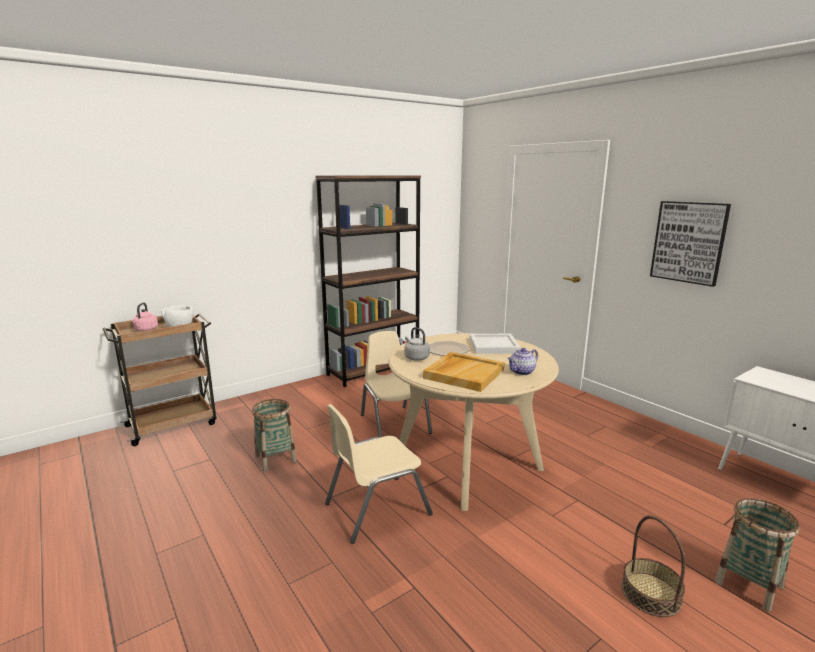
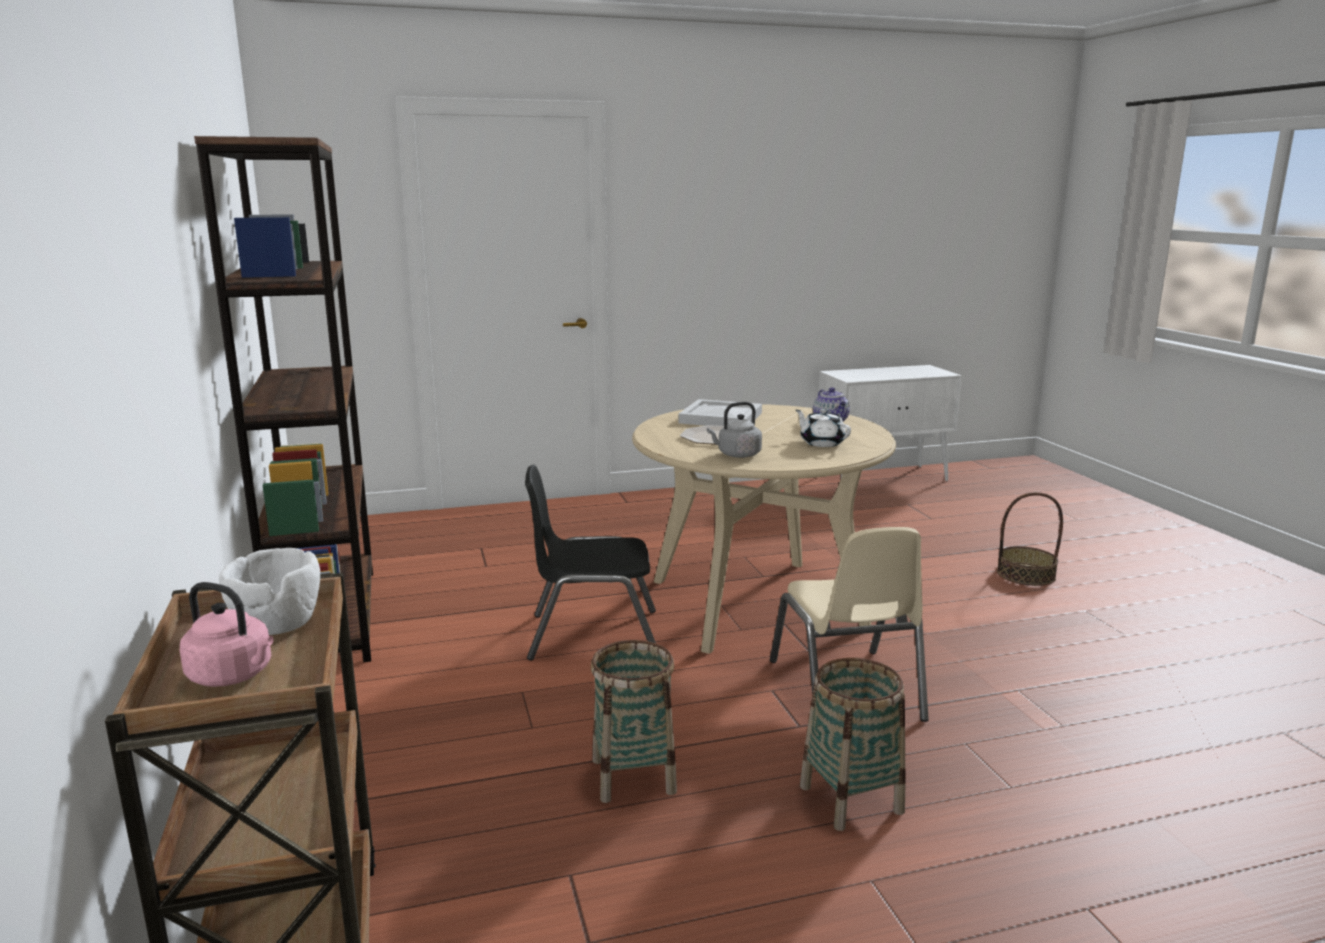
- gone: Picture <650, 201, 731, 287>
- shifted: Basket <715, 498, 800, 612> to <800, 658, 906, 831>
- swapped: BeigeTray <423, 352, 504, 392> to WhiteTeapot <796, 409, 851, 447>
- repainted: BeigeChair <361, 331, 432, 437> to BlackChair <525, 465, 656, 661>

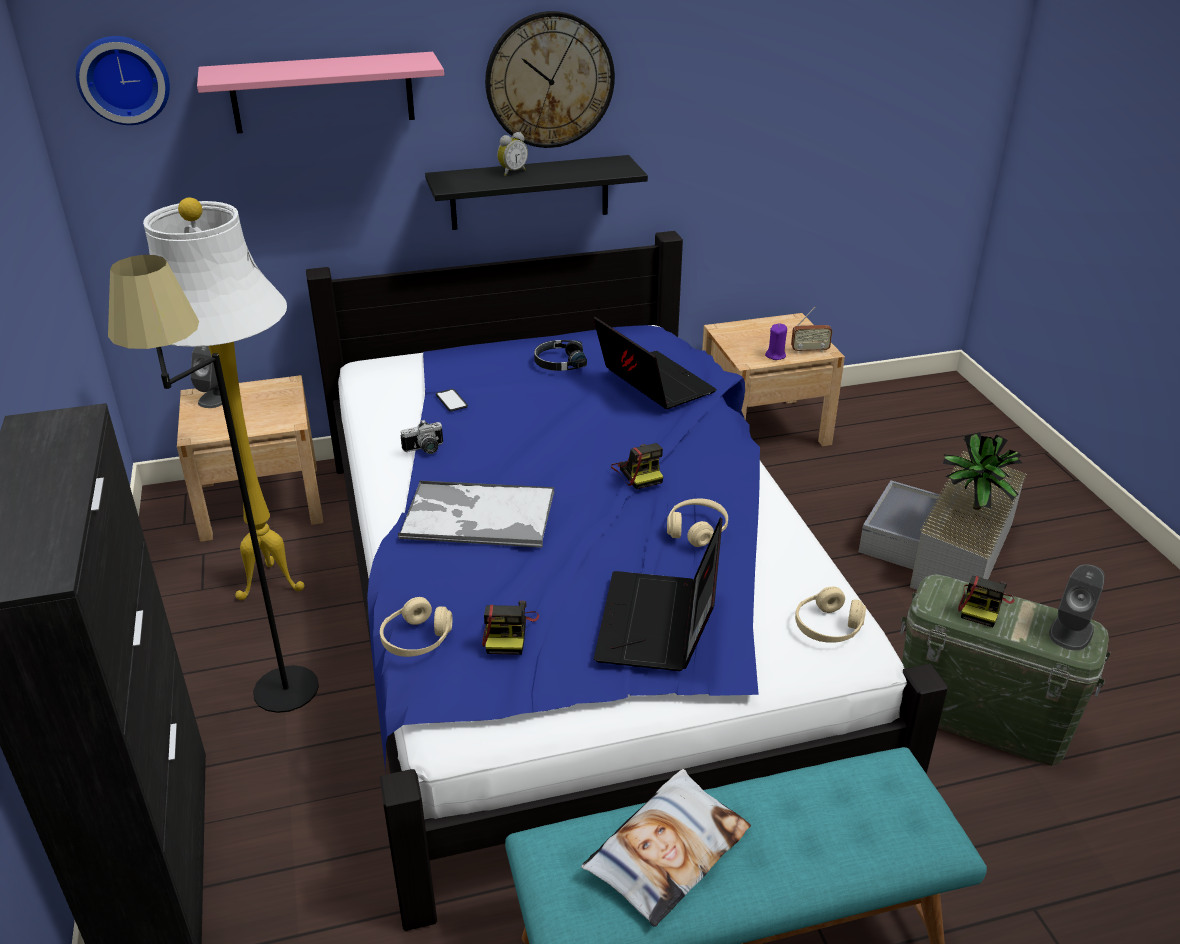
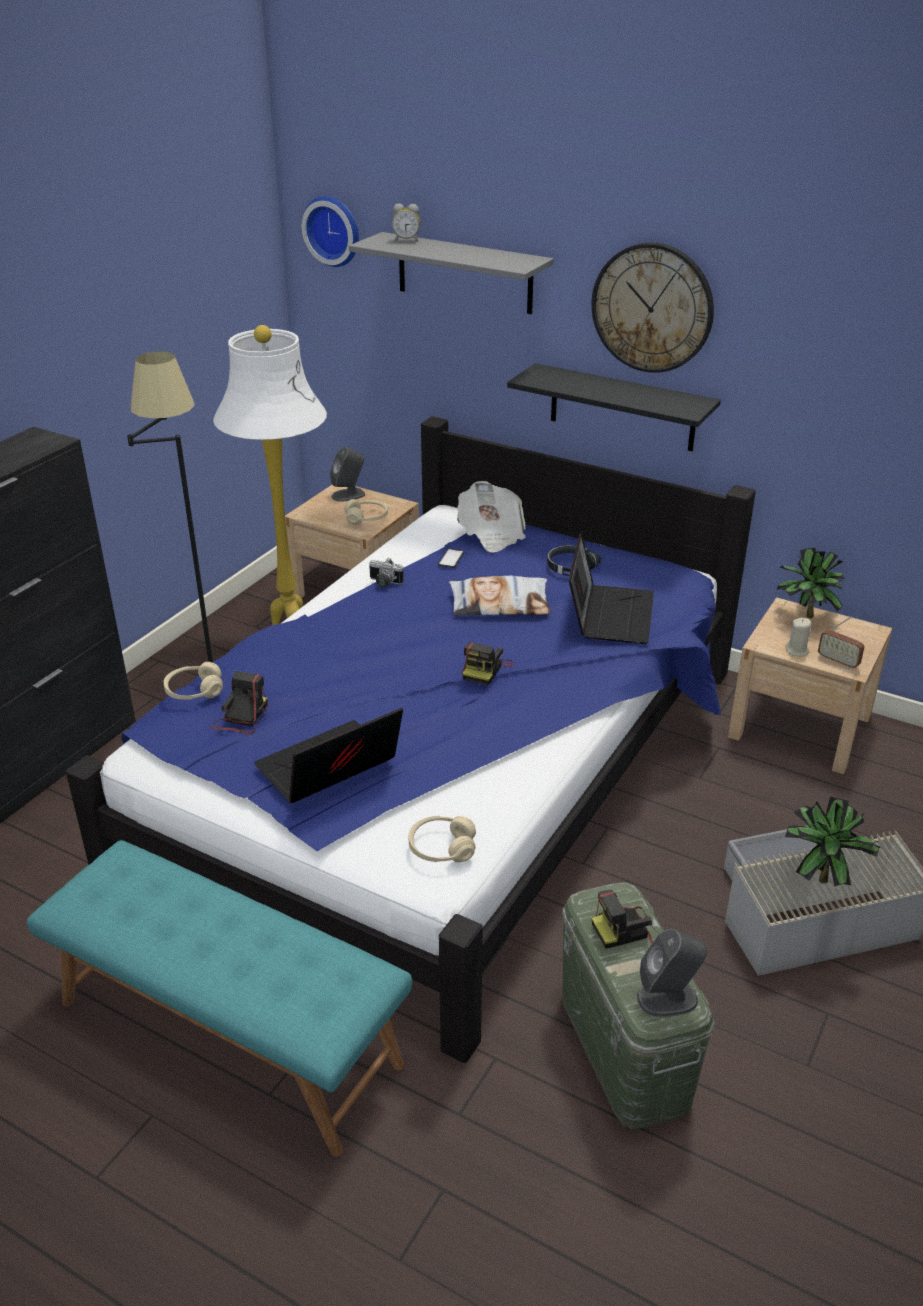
- gone: Tray <398, 481, 554, 548>
- new: Newspaper <457, 481, 526, 553>
- new: PottedPlant <776, 548, 845, 618>
- shifted: AlarmClock <497, 132, 528, 176> to <392, 204, 421, 242>
- shifted: Pillow <581, 769, 751, 927> to <449, 575, 550, 616>
- shifted: BeigeHeadphones <667, 499, 728, 547> to <344, 499, 388, 525>
- repainted: PinkShelf <197, 52, 444, 133> to GreyShelf <349, 232, 554, 314>
- repainted: PurpleCandle <765, 323, 787, 360> to BeigeCandle <785, 618, 811, 656>
- rotated: PhotoCamera <482, 601, 539, 655> = <211, 671, 268, 734> 150 degrees clockwise

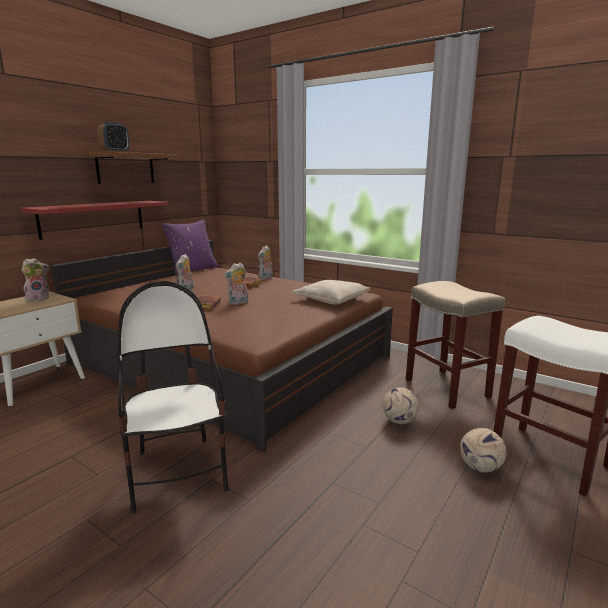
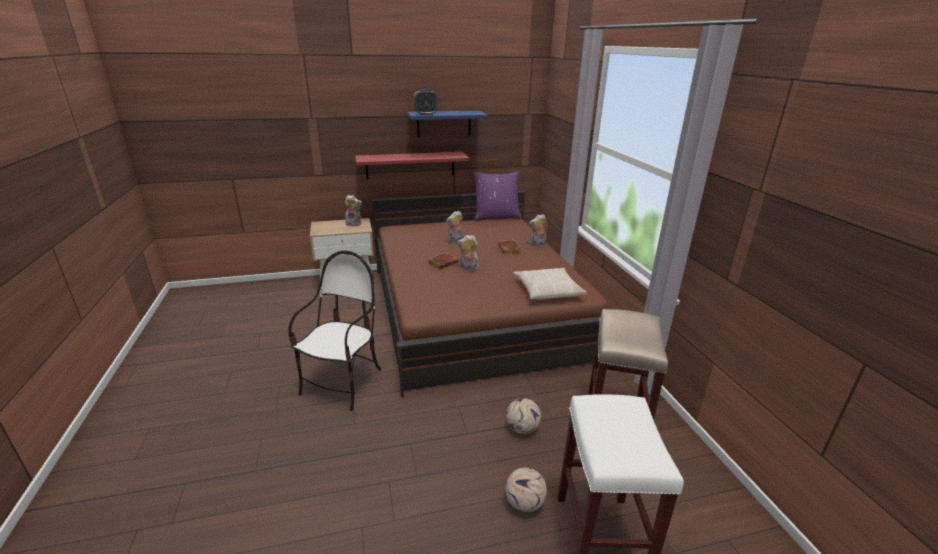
- repainted: BrownShelf <83, 151, 180, 184> to BlueShelf <407, 111, 488, 137>

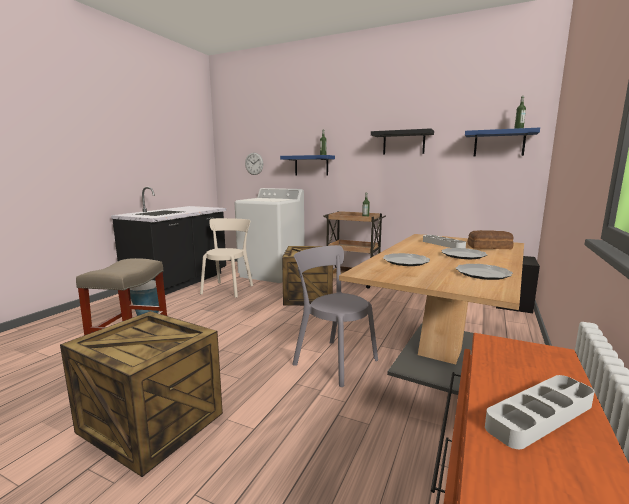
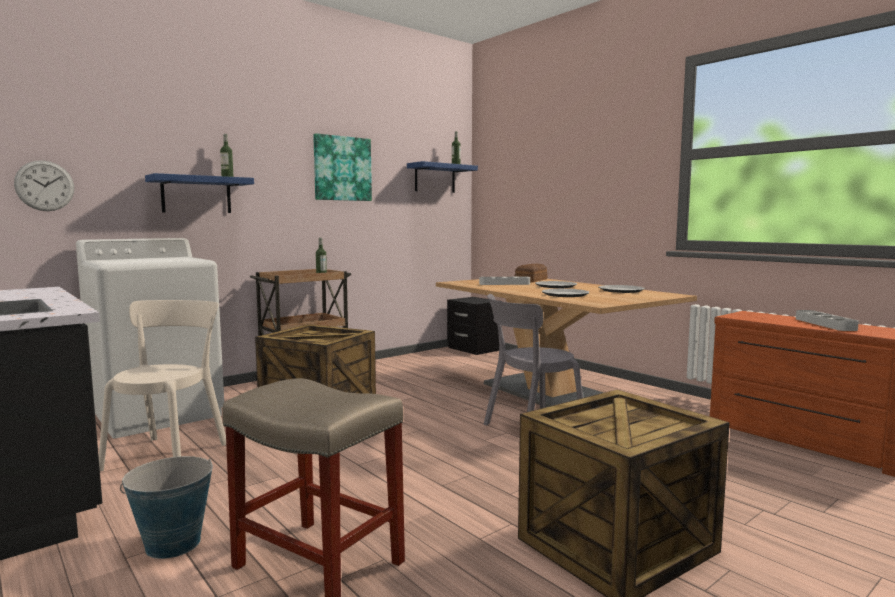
- swapped: BlackShelf <371, 128, 434, 155> to Picture <313, 133, 372, 201>
- rotated: BeigeChair <200, 218, 253, 298> = <99, 300, 226, 471> 60 degrees clockwise

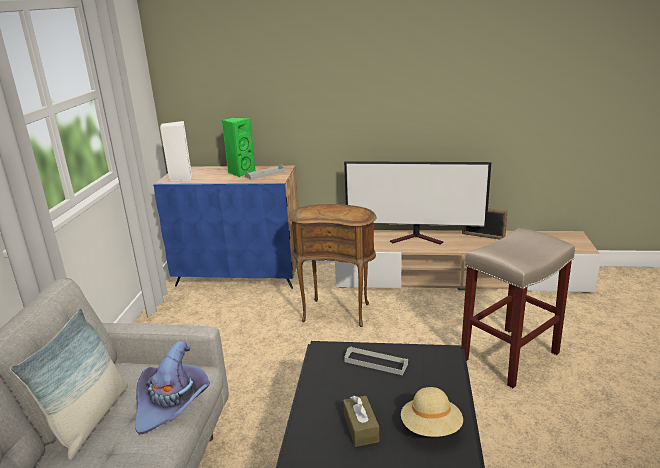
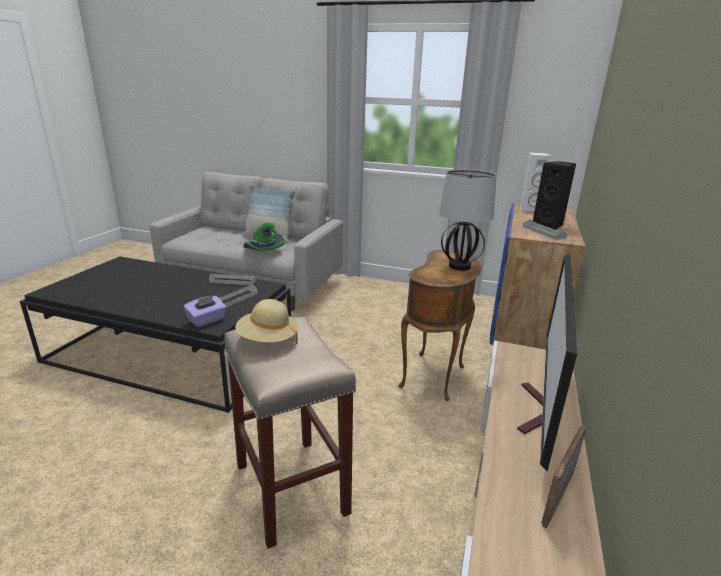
- gone: BrownTissueBox <343, 396, 379, 447>
- new: PurpleTissueBox <184, 295, 226, 327>
- new: GreyTray <209, 273, 256, 285>
- new: TableLamp <439, 170, 496, 271>
- shifted: BeigeHat <401, 387, 463, 437> to <235, 299, 298, 345>
- repainted: PurpleHat <135, 341, 210, 435> to GreenHat <243, 222, 284, 251>
- repainted: GreenSpeaker <222, 117, 255, 177> to BlackSpeaker <533, 161, 576, 230>

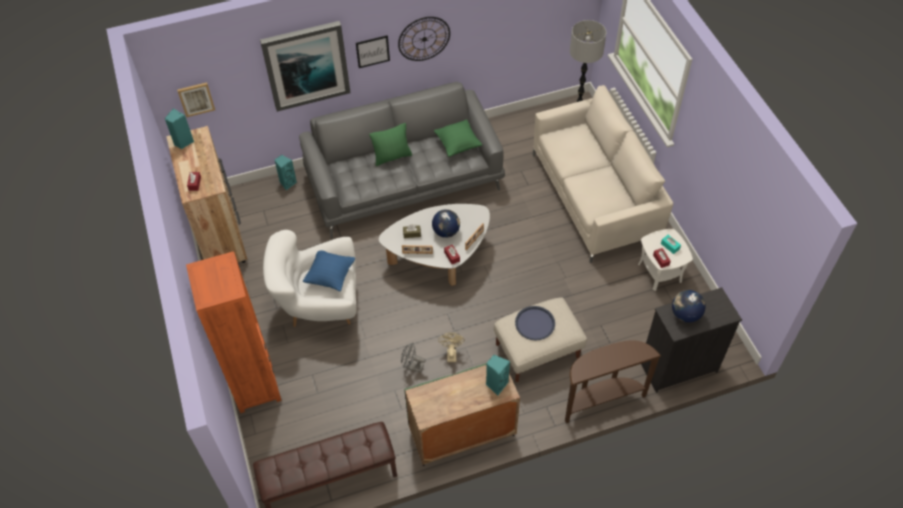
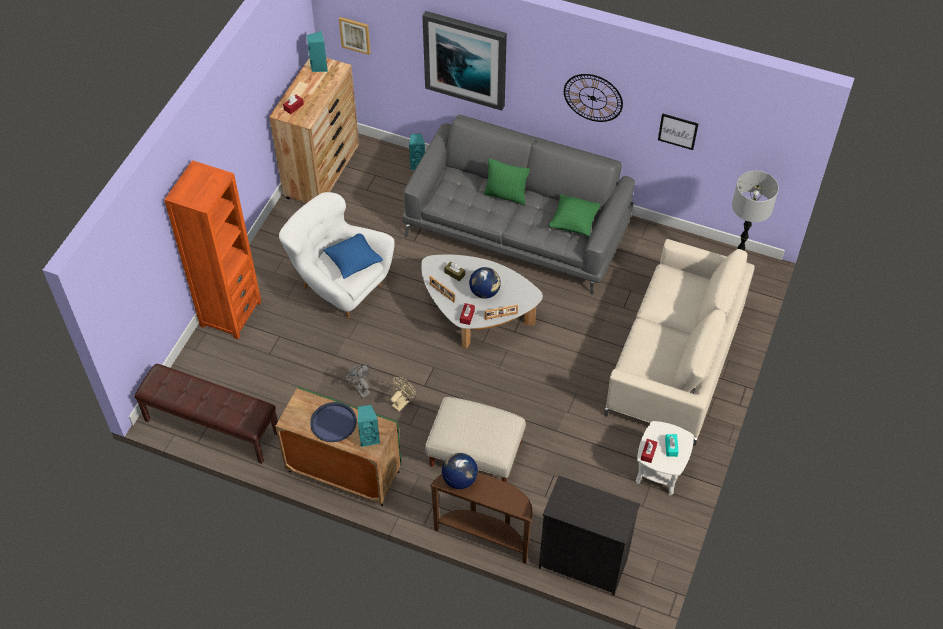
- shifted: Picture <356, 35, 390, 68> to <658, 113, 698, 150>
- shifted: BlueTray <515, 306, 555, 341> to <310, 402, 357, 442>
- shifted: Globe <672, 290, 706, 323> to <442, 453, 478, 489>

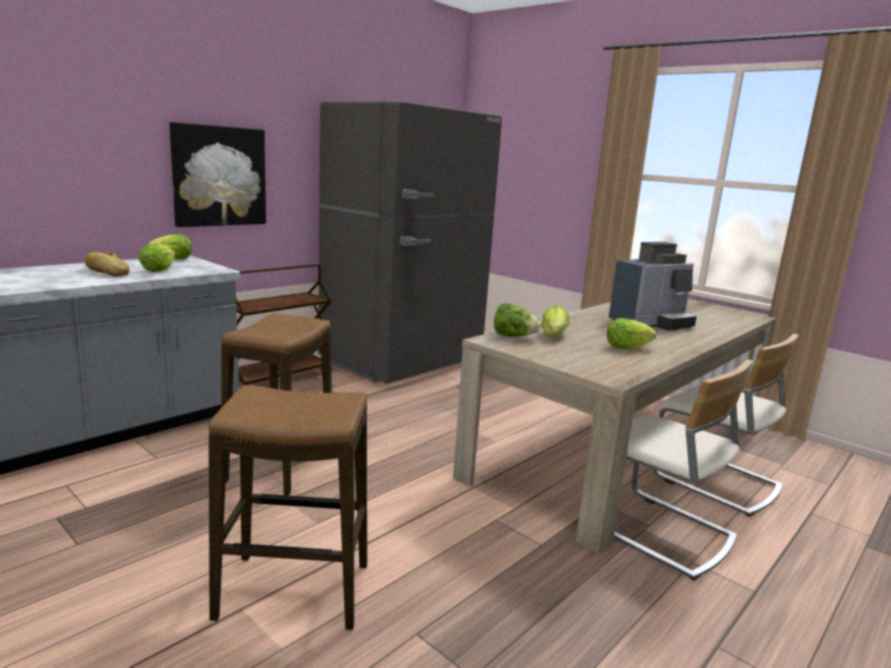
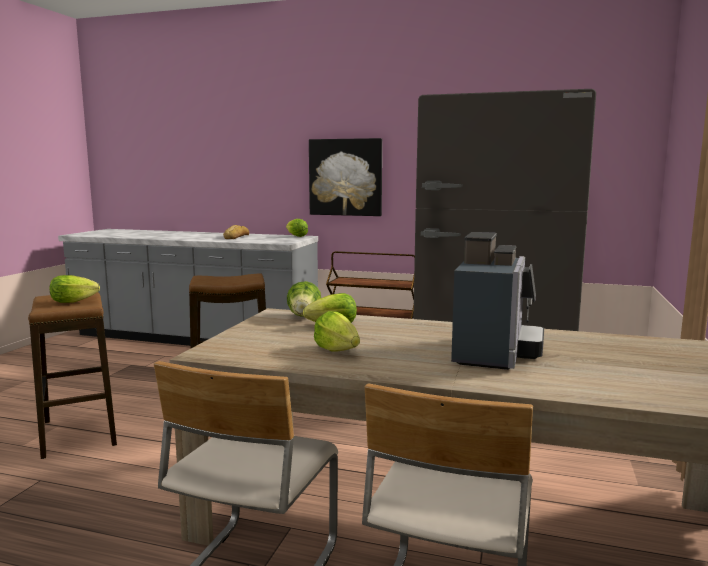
- shifted: Lettuce <139, 244, 175, 272> to <50, 275, 100, 303>
- rotated: CoffeeMachine <609, 242, 697, 330> = <451, 232, 544, 370> 105 degrees counterclockwise

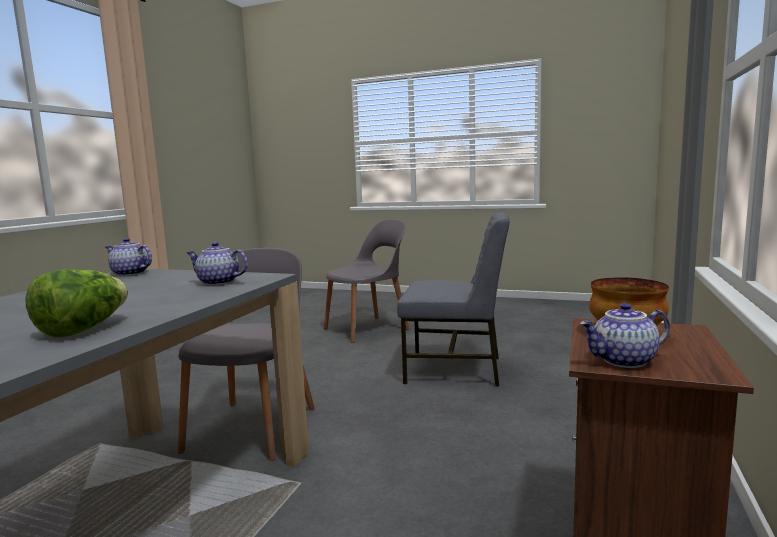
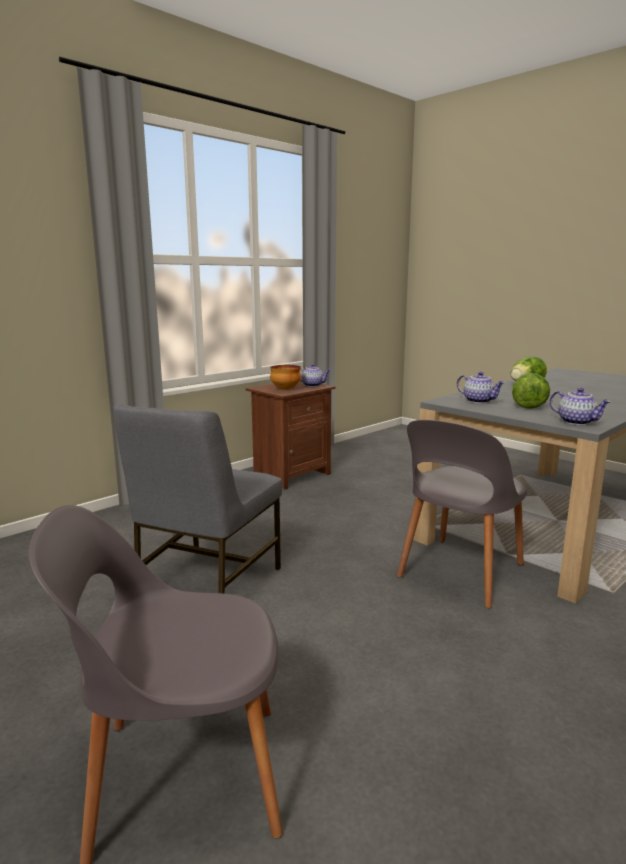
- new: Lettuce <512, 373, 550, 409>
- rotated: GreyChair <397, 212, 510, 386> = <113, 404, 282, 594> 105 degrees counterclockwise

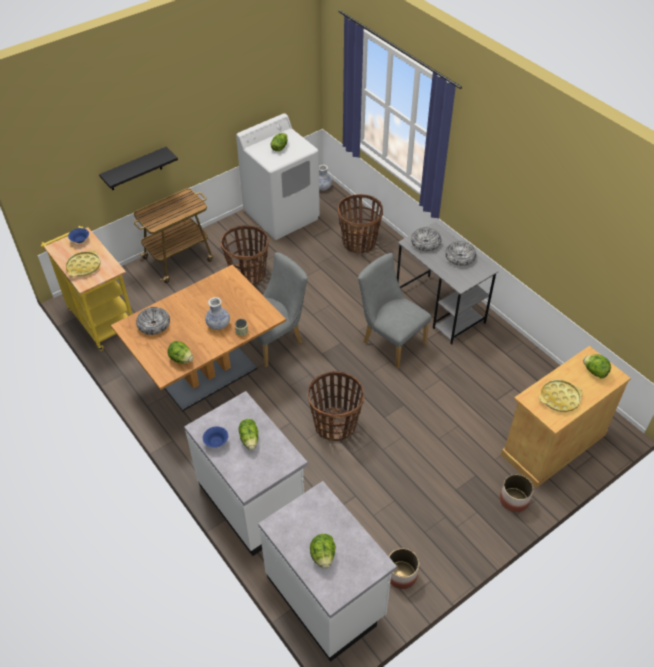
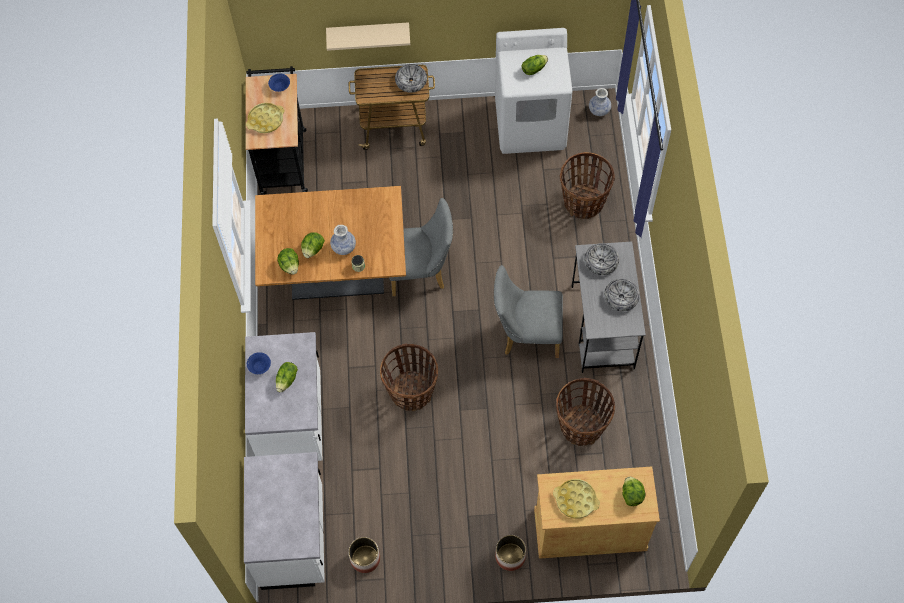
- shifted: Bowl <136, 307, 170, 335> to <395, 64, 427, 93>
- shifted: Basket <221, 225, 269, 286> to <556, 378, 615, 446>
- shifted: Lettuce <310, 534, 336, 569> to <301, 232, 325, 258>
- repainted: YellowCart <41, 226, 132, 351> to BlackCart <246, 66, 308, 195>
- repainted: BlackShelf <99, 147, 178, 190> to BeigeShelf <326, 22, 410, 51>
- rotated: GreyChair <358, 253, 431, 368> = <494, 265, 563, 358> 75 degrees counterclockwise

